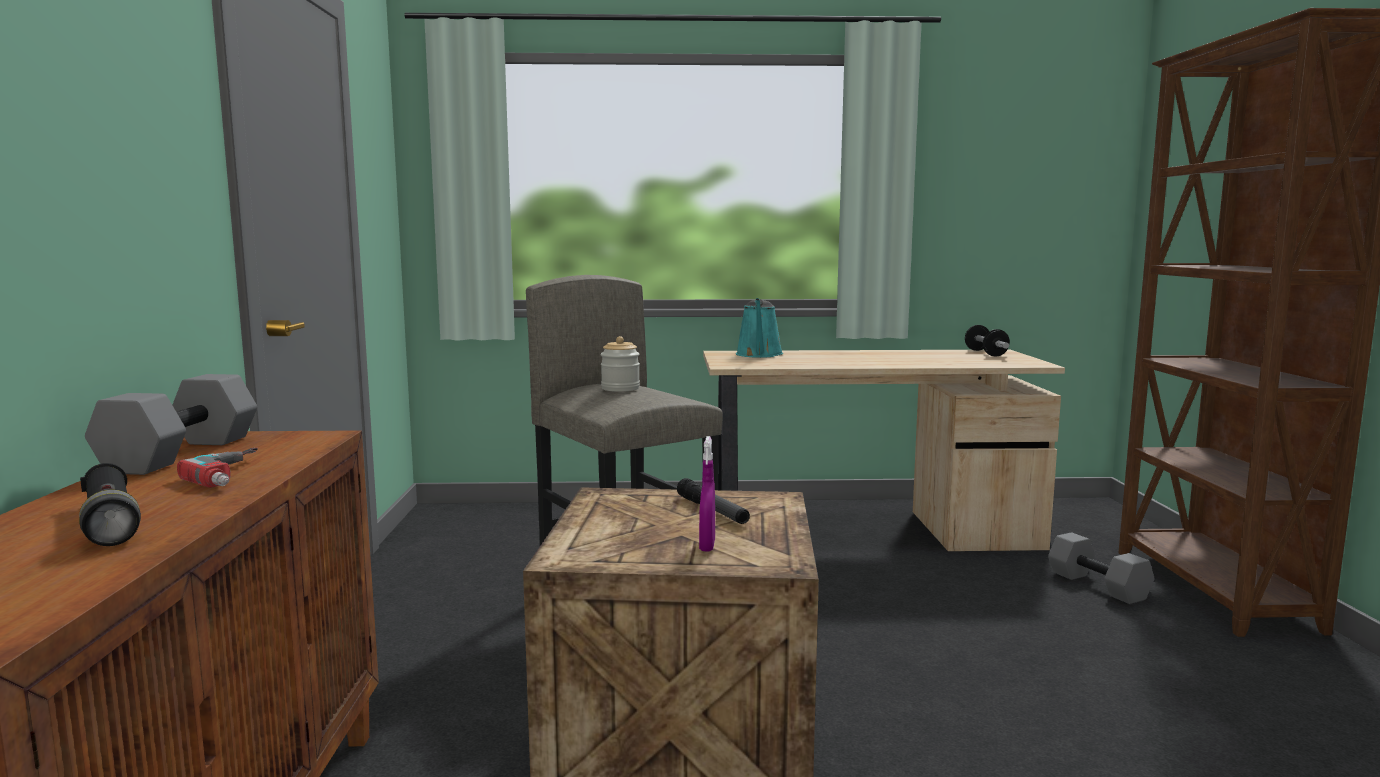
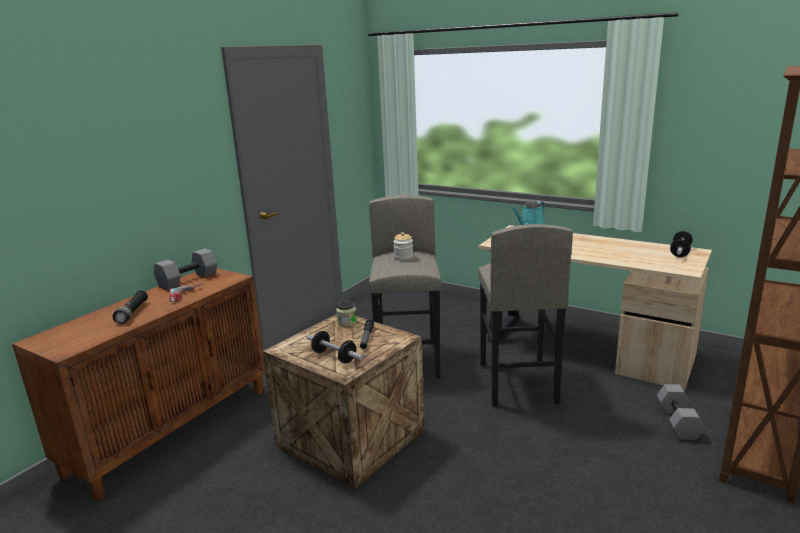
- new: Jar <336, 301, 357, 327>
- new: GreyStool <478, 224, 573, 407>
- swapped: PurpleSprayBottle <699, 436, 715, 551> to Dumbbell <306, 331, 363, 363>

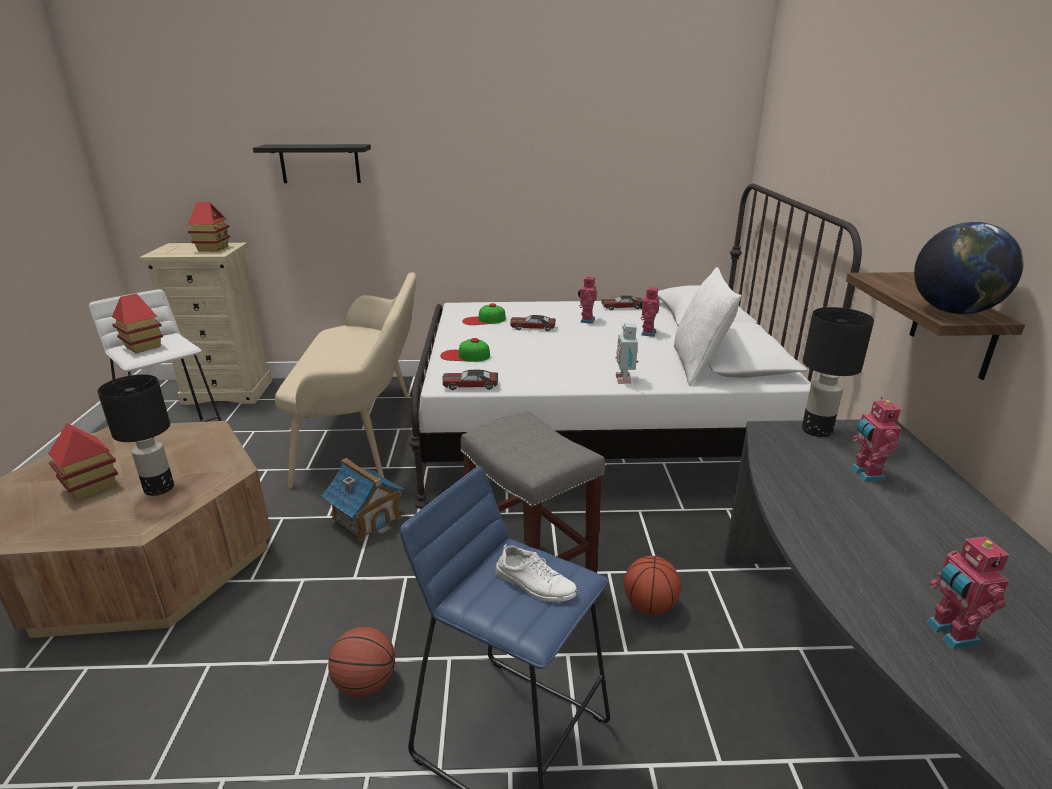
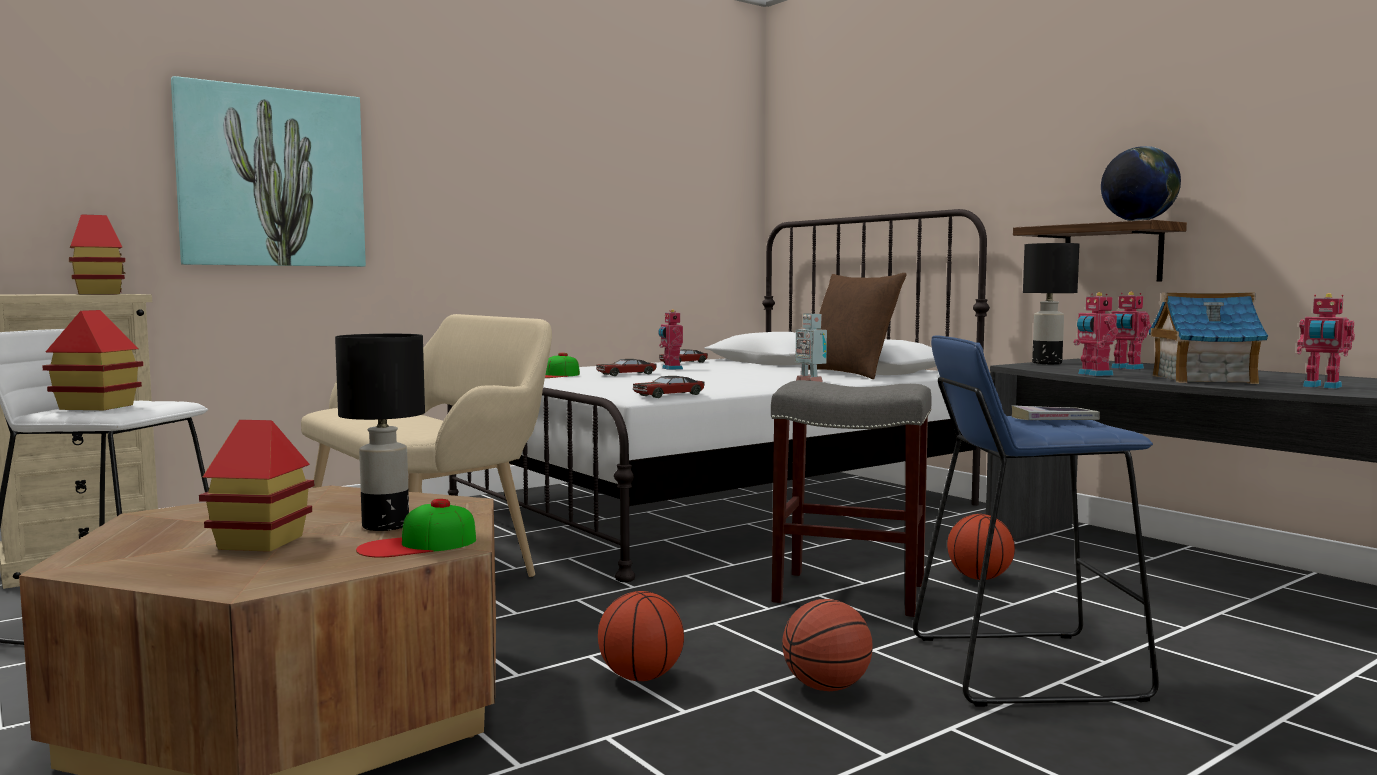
- new: Basketball <598, 591, 684, 681>
- shifted: ToyHouse <322, 458, 405, 541> to <1149, 292, 1268, 384>
- shifted: Cap <440, 338, 490, 362> to <356, 499, 476, 558>
- shifted: ToyRobot <640, 285, 660, 337> to <1074, 292, 1118, 376>
- swapped: BlackShelf <253, 144, 371, 183> to Picture <171, 76, 366, 267>
- swapped: WhiteShoe <496, 544, 578, 602> to Book <1012, 405, 1100, 420>
- repainted: WhitePillow <674, 267, 741, 386> to BrownPillow <801, 273, 907, 379>

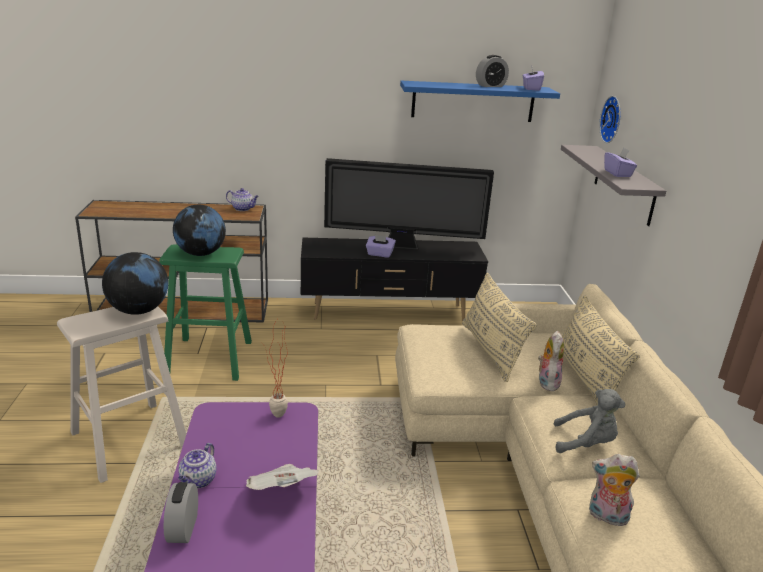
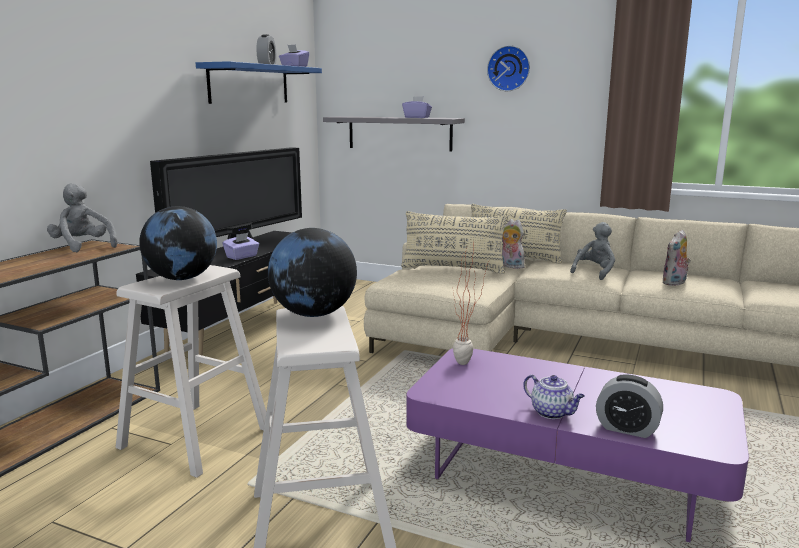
- gone: Newspaper <246, 464, 319, 490>
- shifted: WallClock <599, 96, 620, 143> to <487, 45, 530, 91>
- swapped: Teapot <226, 188, 259, 211> to GreyPlushToy <47, 183, 118, 252>
- repainted: GreenStool <159, 244, 252, 381> to BeigeStool <115, 265, 266, 478>

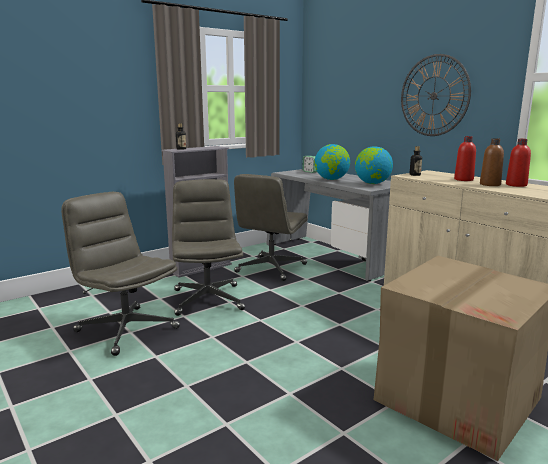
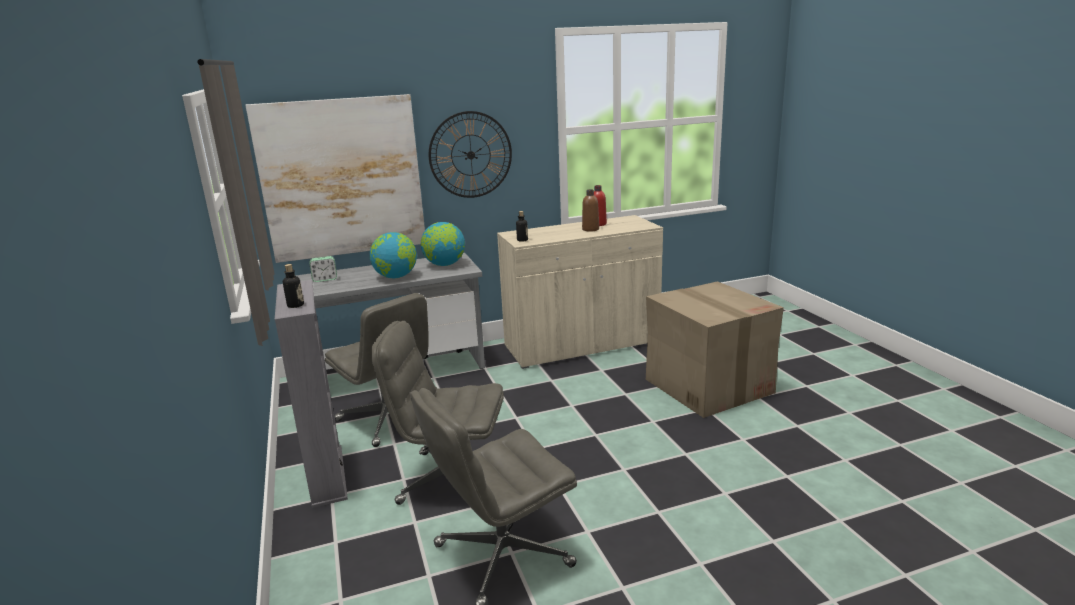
- gone: RedBottle <454, 136, 476, 181>
- new: Picture <245, 94, 425, 263>

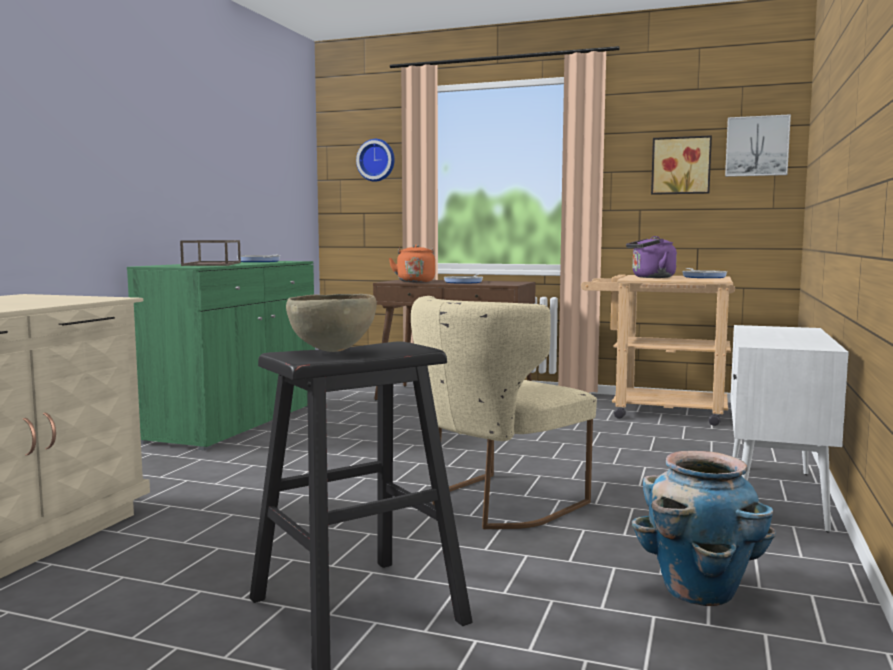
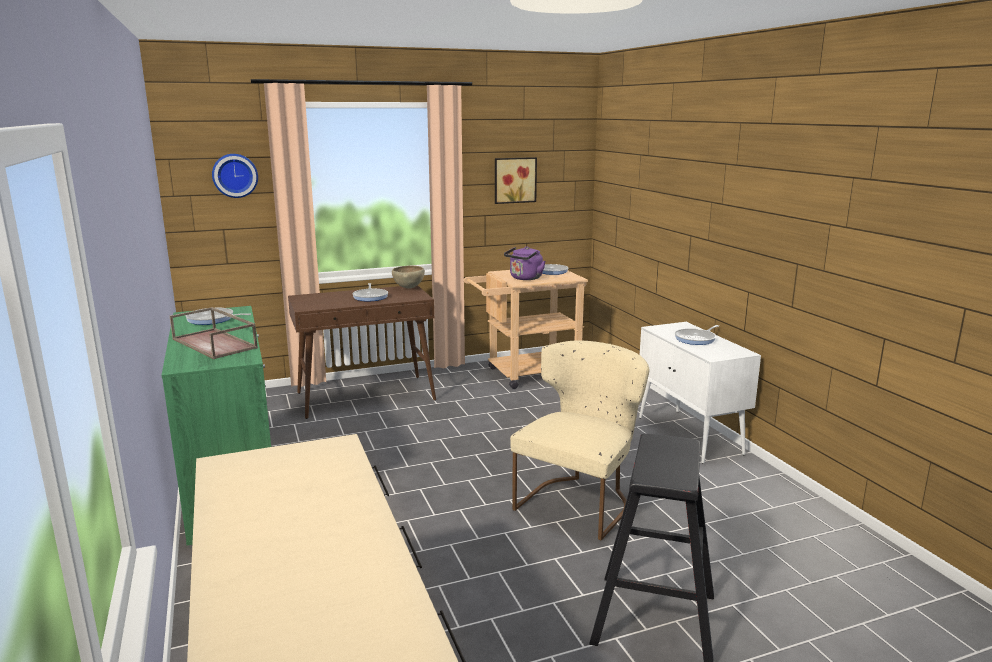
- gone: OrangeKettle <389, 244, 435, 282>
- gone: Planter <632, 451, 776, 606>
- gone: Picture <725, 114, 791, 177>
- new: FryingPan <675, 325, 719, 345>
- shifted: BrownBowl <286, 294, 377, 352> to <392, 265, 425, 289>
- rotated: BeigeChair <411, 296, 597, 529> = <510, 340, 649, 540> 150 degrees counterclockwise

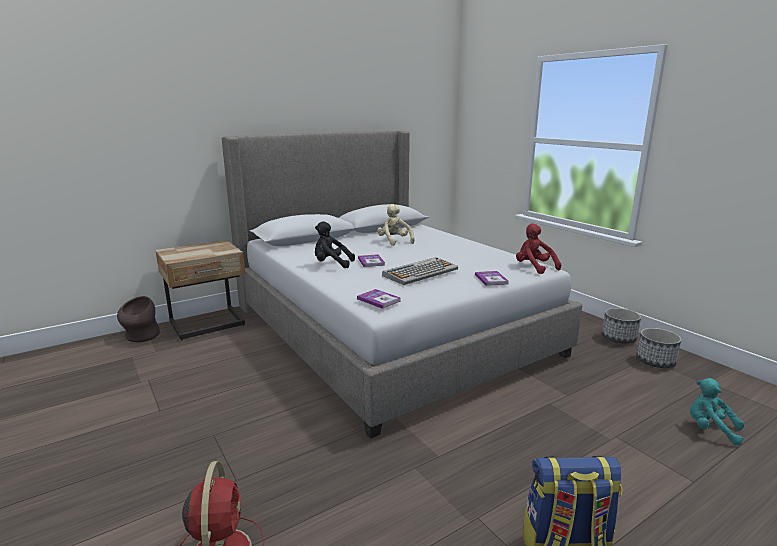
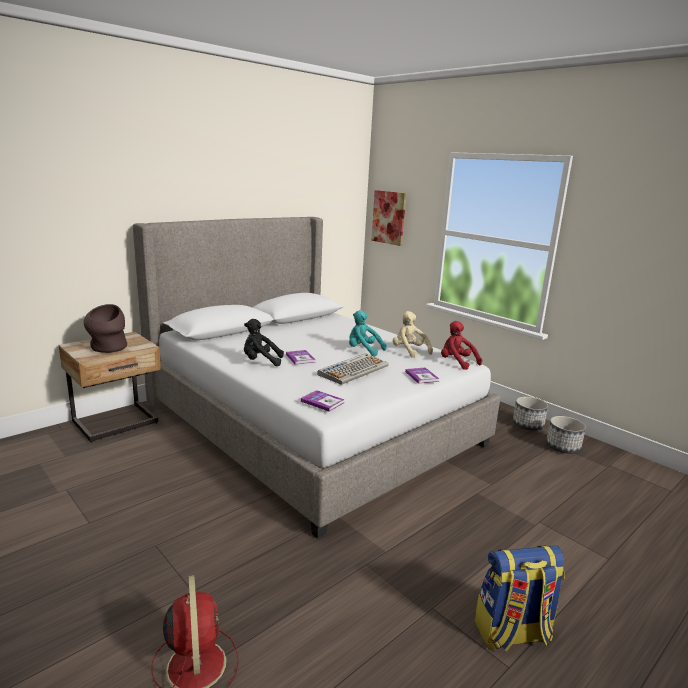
- new: Picture <371, 190, 406, 246>
- shifted: BrownVase <117, 296, 160, 342> to <84, 304, 127, 353>
- shifted: BeigePlushToy <377, 204, 415, 246> to <393, 311, 433, 358>
- shifted: TurquoisePlushToy <690, 378, 744, 446> to <349, 310, 387, 356>

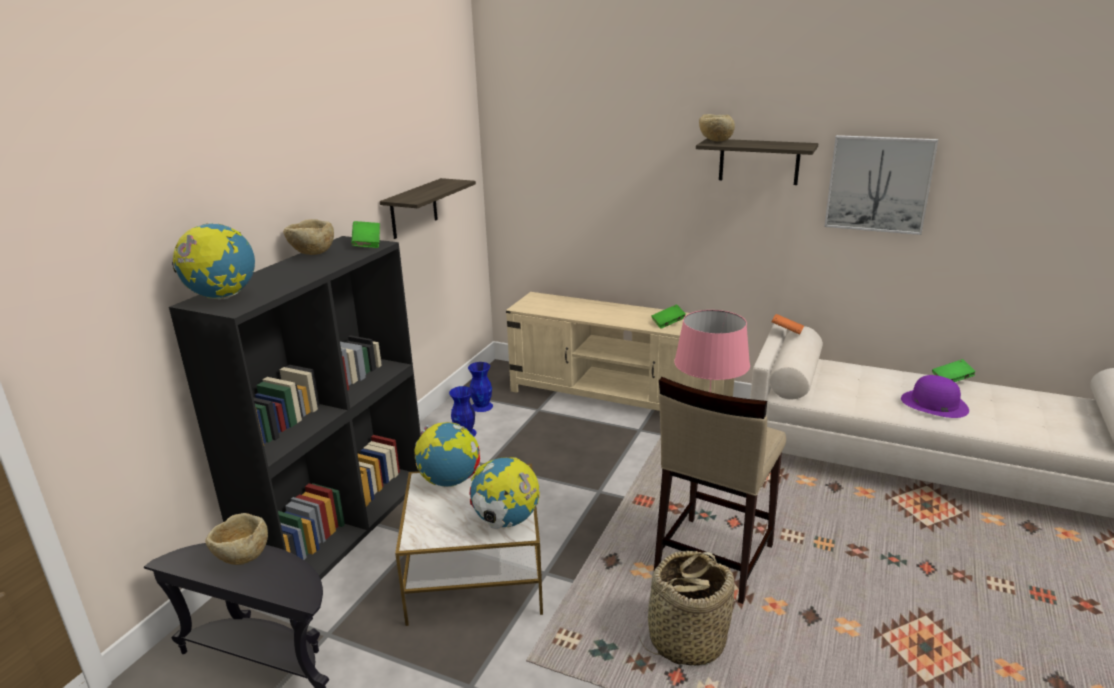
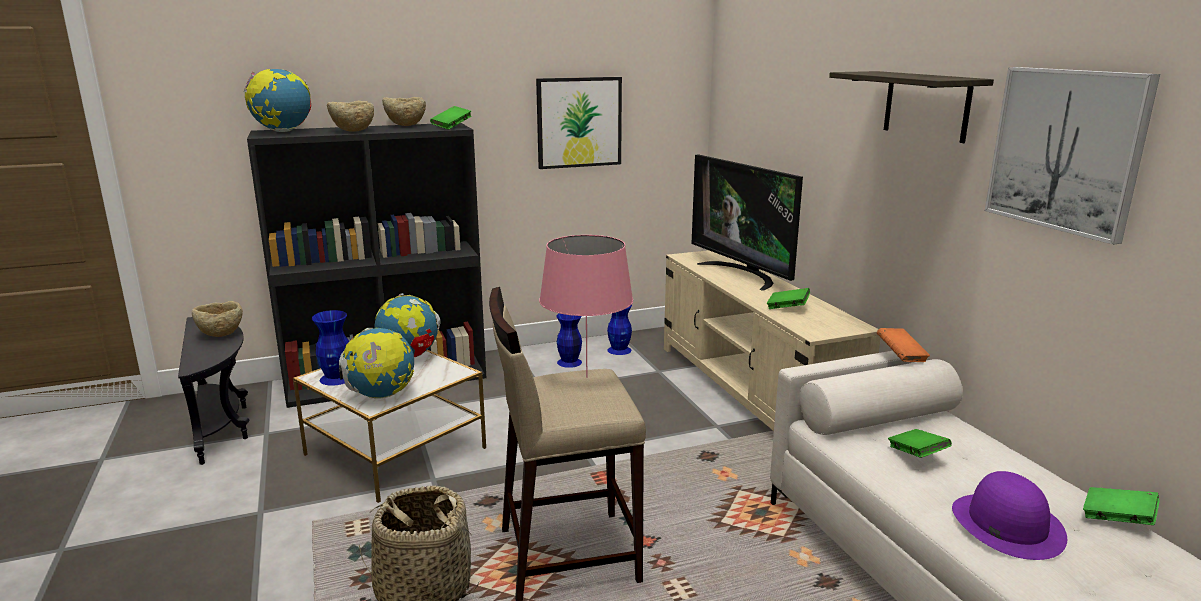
- new: BlueVase <312, 310, 349, 386>
- new: Television <691, 154, 803, 291>
- new: GreenBook <888, 429, 952, 458>
- shifted: BeigeBowl <699, 114, 735, 142> to <327, 101, 374, 132>
- swapped: Shelf <380, 178, 476, 239> to Picture <536, 77, 622, 169>

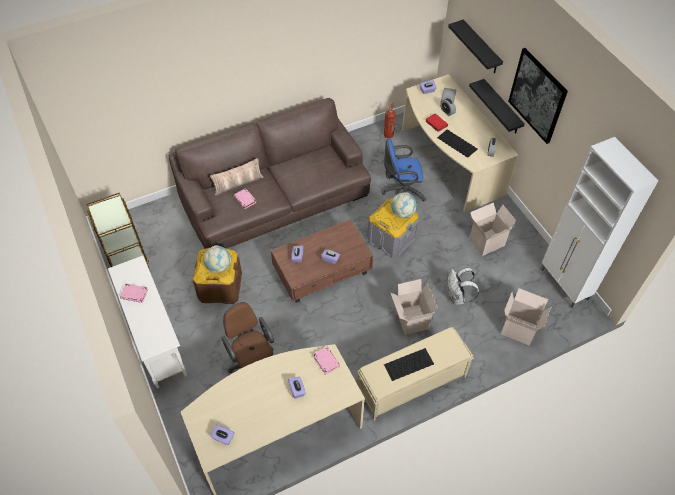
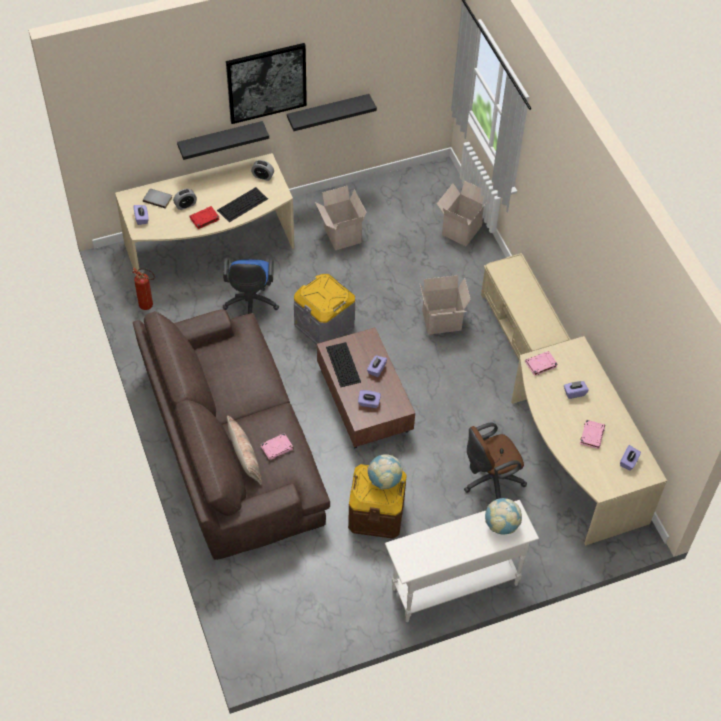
- gone: BrownCart <86, 192, 149, 268>
- gone: WhiteBackpack <448, 267, 479, 305>
- gone: WhiteCabinet <542, 137, 658, 308>
- shifted: PinkBook <120, 284, 148, 303> to <580, 420, 605, 449>
- shifted: Keyboard <384, 348, 434, 381> to <326, 342, 361, 387>
- shifted: Globe <391, 192, 417, 218> to <485, 498, 522, 534>
- shifted: BlackShelf <448, 20, 503, 73> to <287, 94, 377, 131>

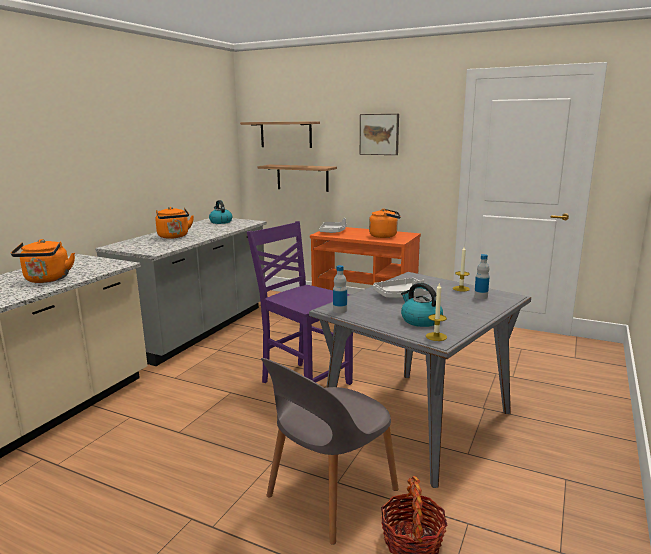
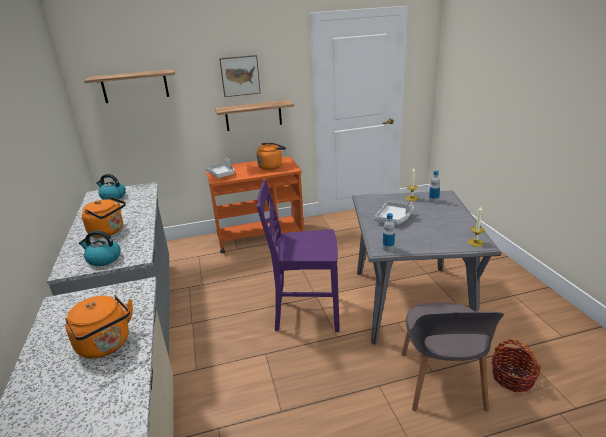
- shifted: Shelf <258, 165, 337, 192> to <215, 100, 294, 131>
- shifted: Kettle <401, 283, 443, 327> to <79, 230, 120, 266>

